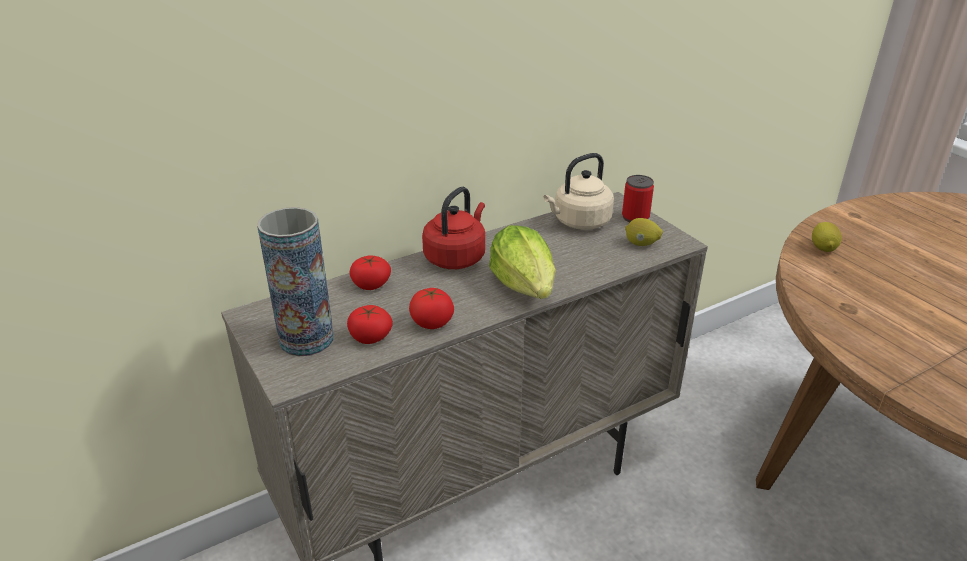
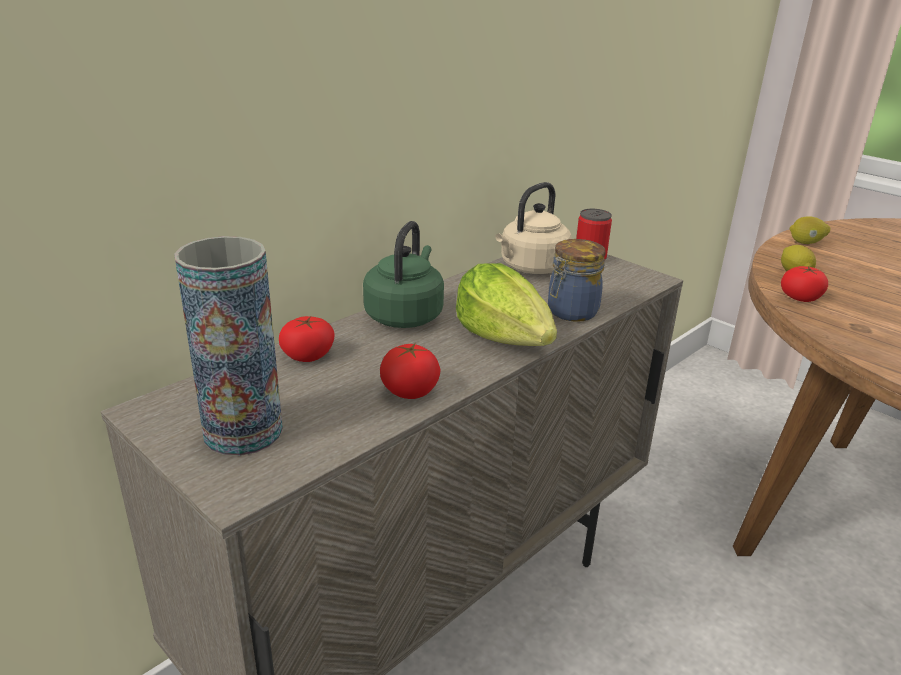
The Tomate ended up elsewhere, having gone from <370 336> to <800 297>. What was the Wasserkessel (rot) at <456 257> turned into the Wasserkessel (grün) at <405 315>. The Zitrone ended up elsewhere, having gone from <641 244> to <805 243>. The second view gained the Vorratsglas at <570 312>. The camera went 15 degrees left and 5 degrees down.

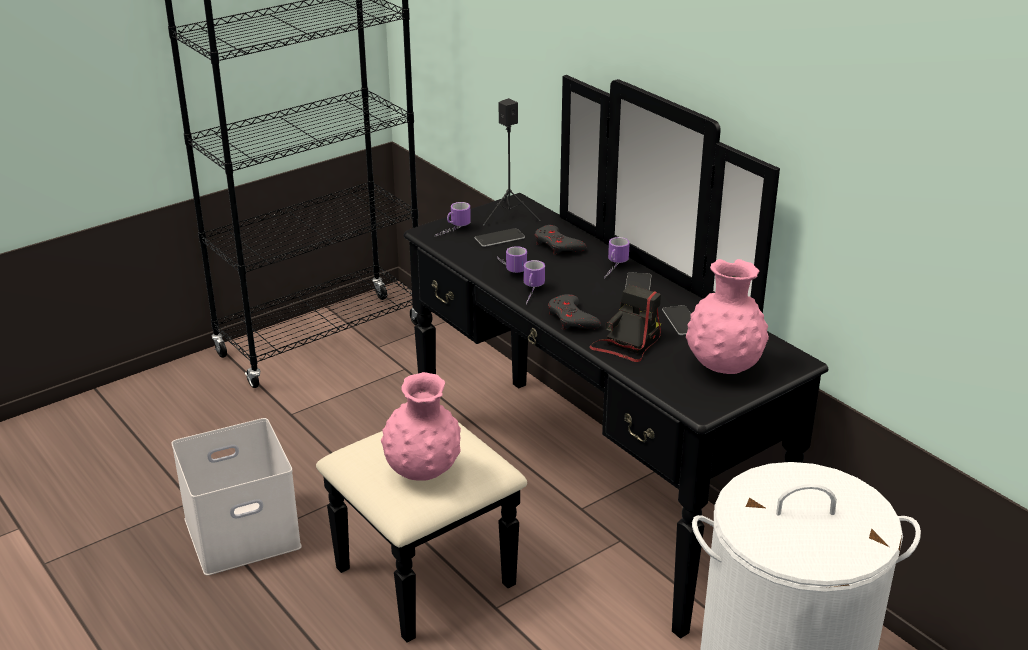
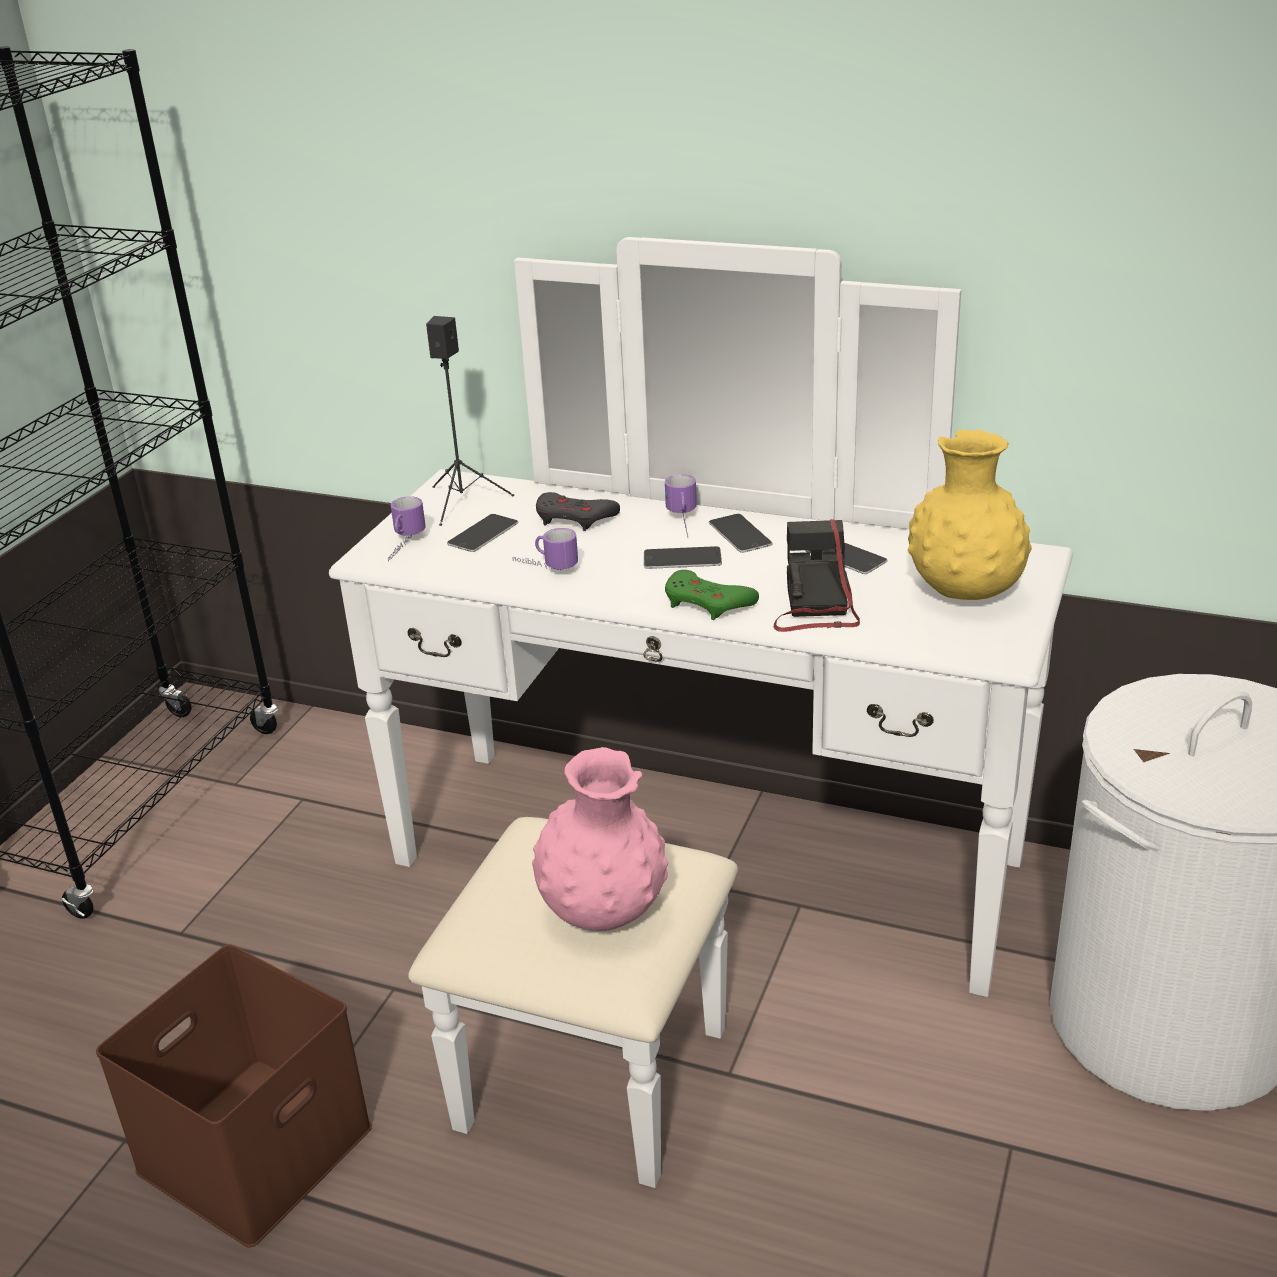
What was the Aufbewahrungsbox (weiß) at <243 530> turned into the Aufbewahrungsbox (braun) at <255 1144>. What was the Kommode (schwarz) at <555 511> turned into the Kommode (weiß) at <684 905>. The second view lost the Henkelbecher at <531 294>. What was the Gamepad (grau) at <572 318> turned into the Gamepad (grün) at <707 602>. What was the Vase (rosa) at <723 367> turned into the Vase (gelb) at <965 593>. The second view gained the Handy at <682 558>. The camera went 30 degrees left and 0 degrees up.

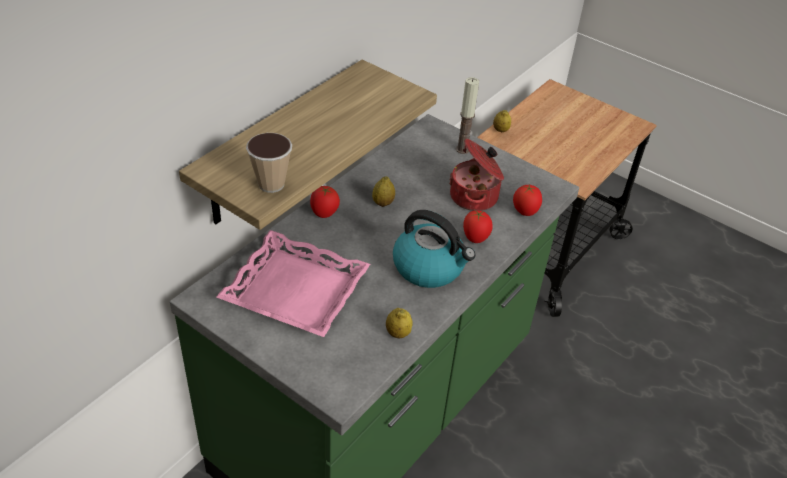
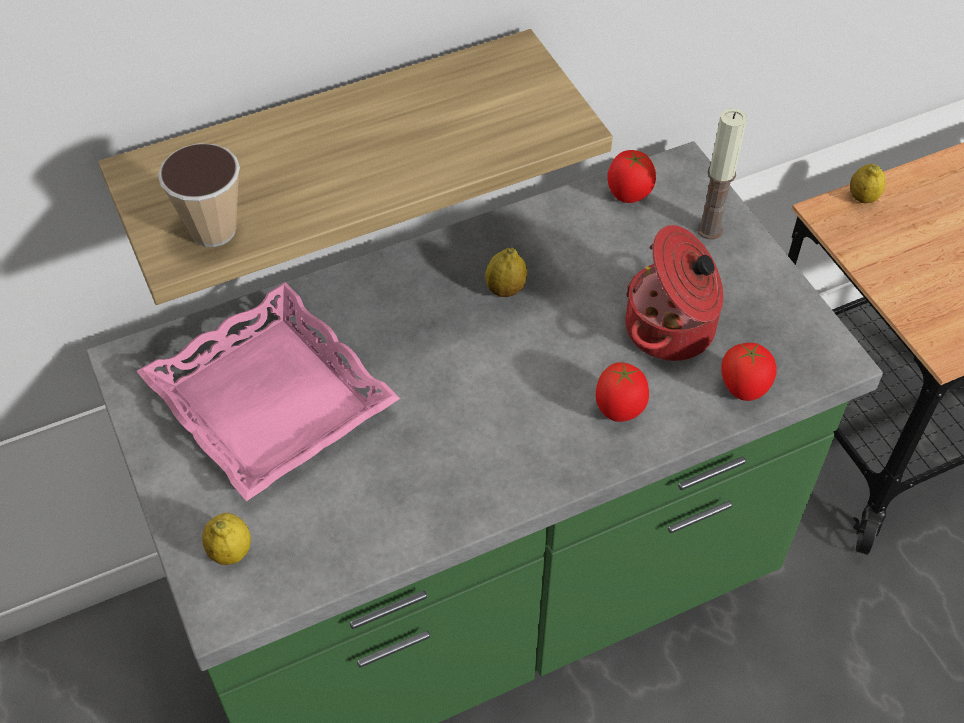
The Tomate ended up elsewhere, having gone from <324 214> to <628 196>. The Zitrone ended up elsewhere, having gone from <398 333> to <231 552>. The second view lost the Wasserkessel at <429 267>. The camera went 30 degrees right and 10 degrees up.

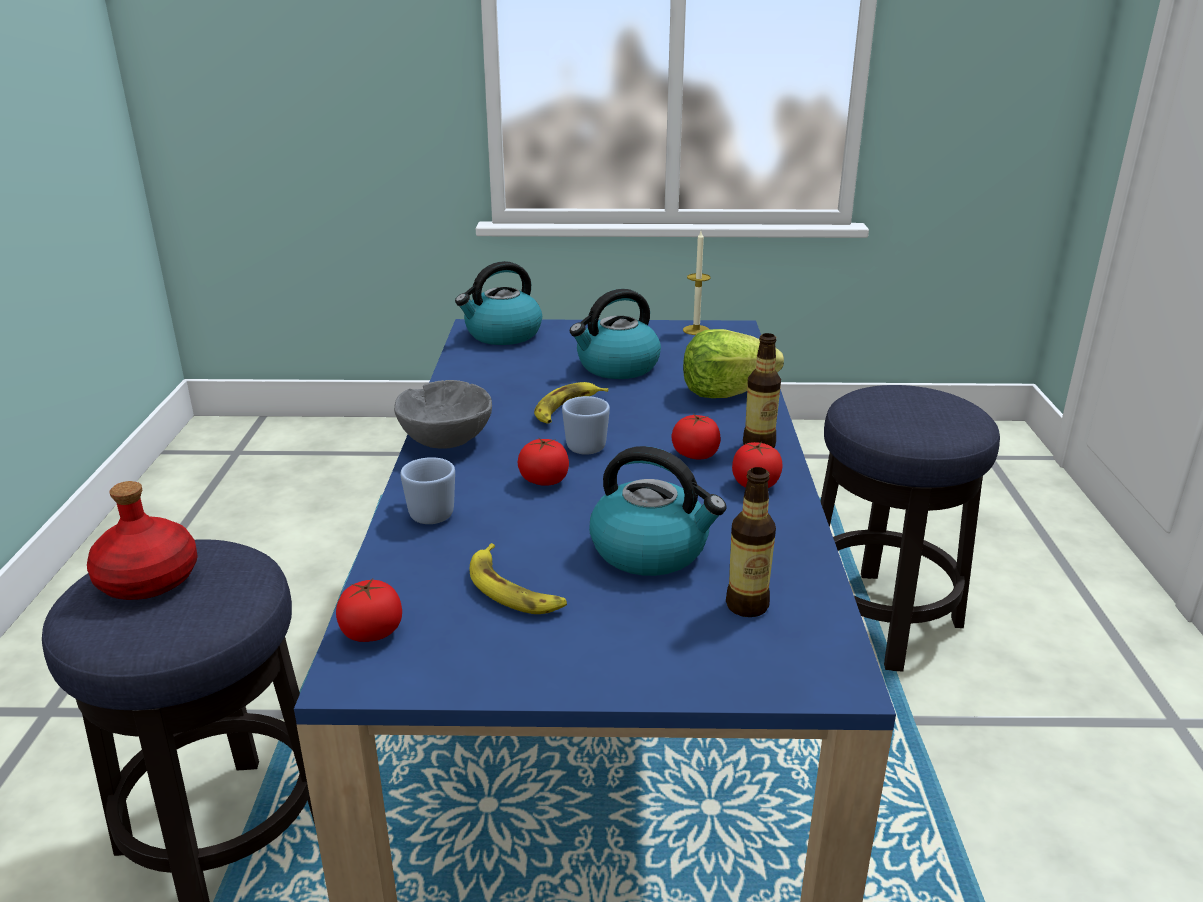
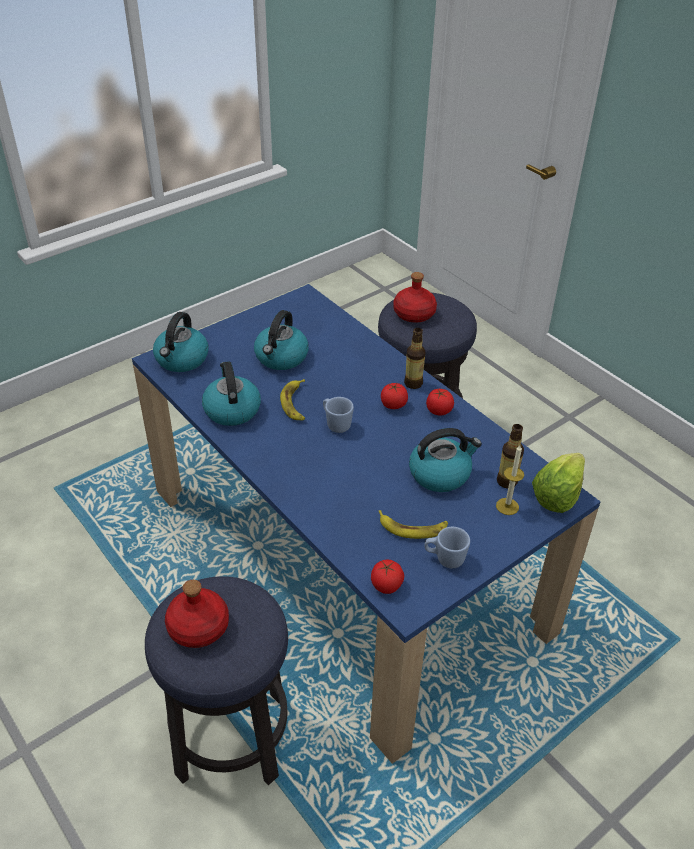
The second view lost the Schüssel (grau) at <445 441>. The Henkelbecher (blau) ended up elsewhere, having gone from <426 512> to <445 559>. The second view lost the Tomate at <544 481>. The Kerze ended up elsewhere, having gone from <696 330> to <507 506>. The Salatkopf ended up elsewhere, having gone from <725 392> to <557 495>. The second view gained the Wasserkessel at <231 409>. The second view gained the Flasche (rot) at <414 314>. The camera went 40 degrees left and 15 degrees up.

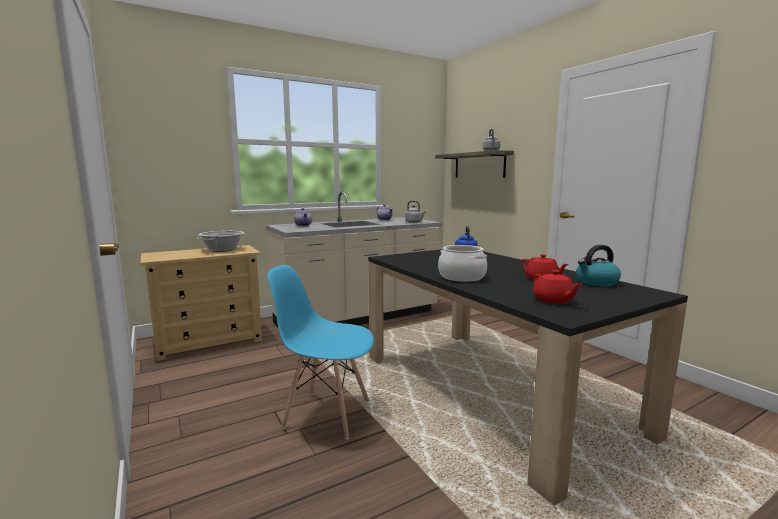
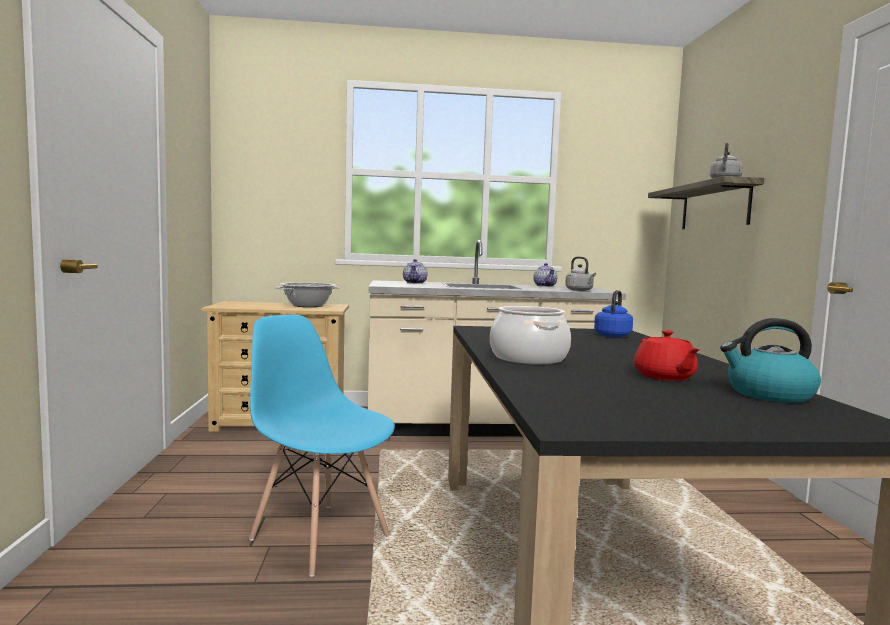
The second view lost the Teekanne (rot) at <553 300>. The camera went 25 degrees right and 5 degrees down.

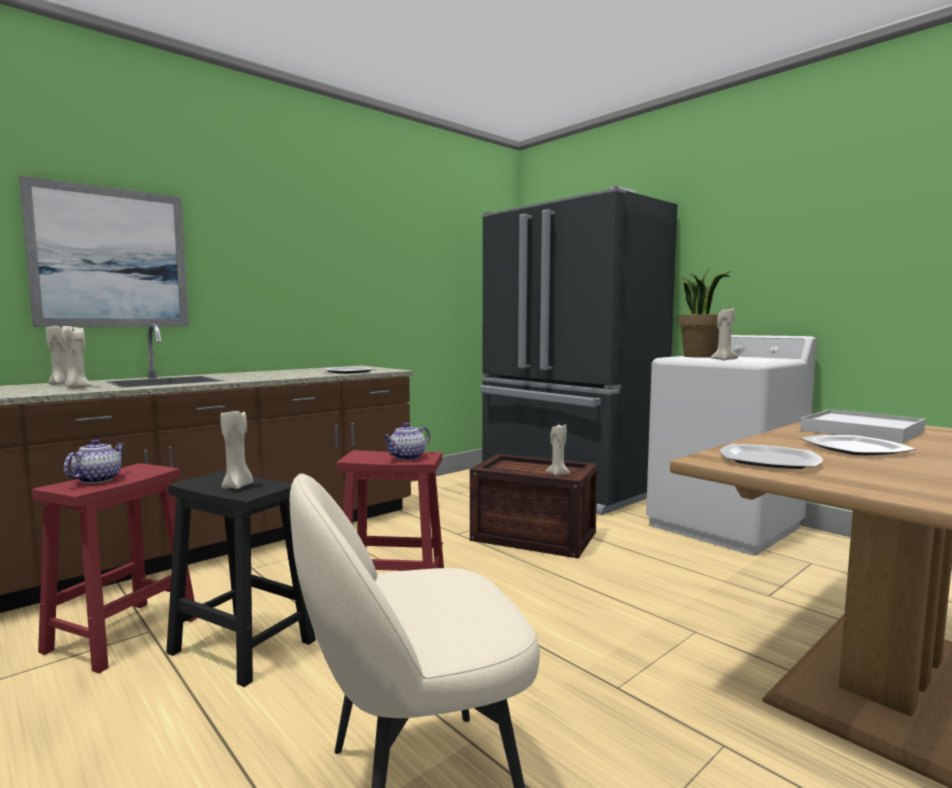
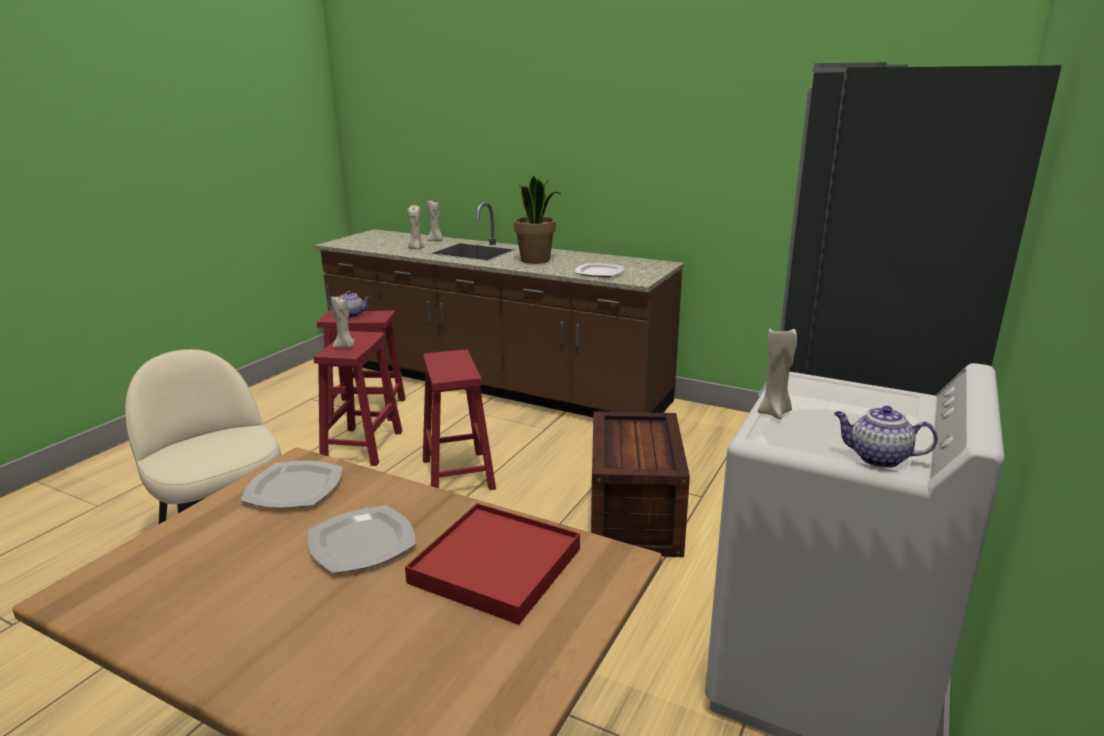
The second view lost the Bild at <111 258>. What was the Hocker (schwarz) at <244 647> turned into the Hocker (rot) at <362 447>. The Teekanne ended up elsewhere, having gone from <407 457> to <877 458>. The second view lost the Kerze (beige) at <558 474>. The Topfpflanze ended up elsewhere, having gone from <700 356> to <536 260>. What was the Tablett (weiß) at <862 431> turned into the Tablett (rot) at <496 566>. The camera went 70 degrees right and 15 degrees up.

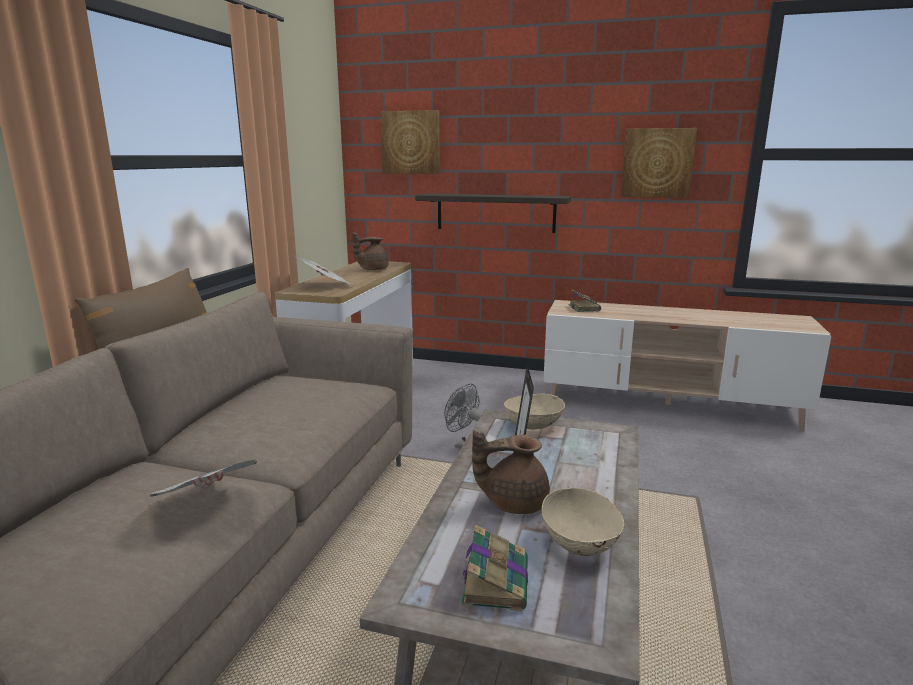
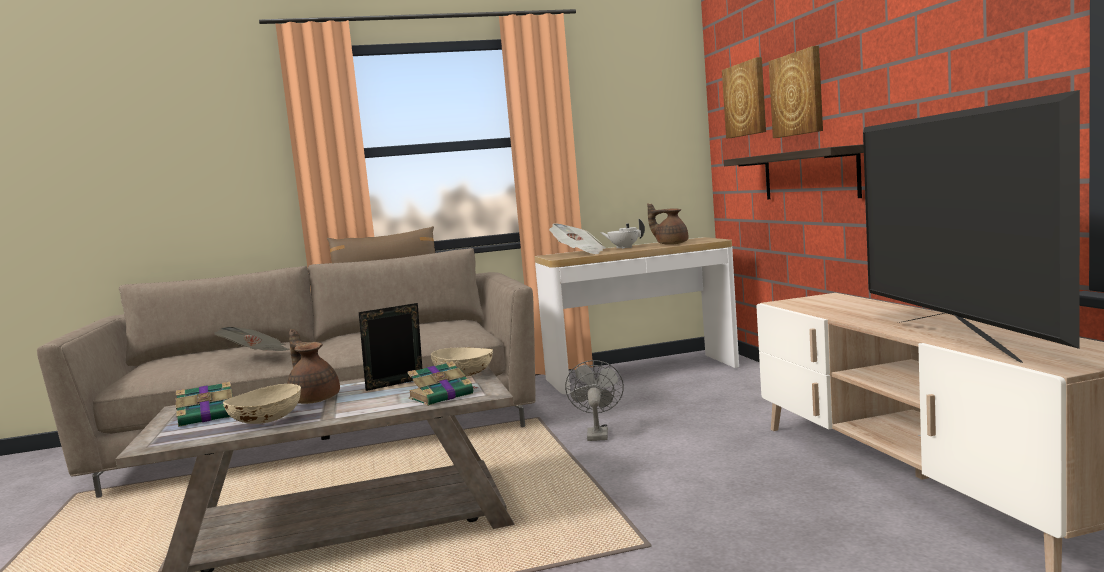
The Buch ended up elsewhere, having gone from <584 307> to <442 396>. The Bild ended up elsewhere, having gone from <657 163> to <797 94>. The second view gained the Teekanne (weiß) at <624 247>. The second view gained the Fernseher at <955 340>. The camera went 60 degrees right and 10 degrees down.

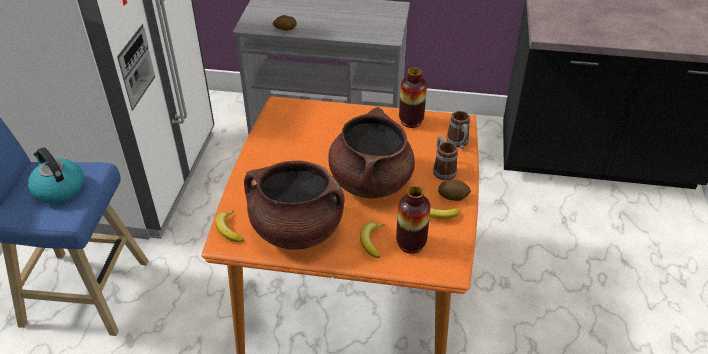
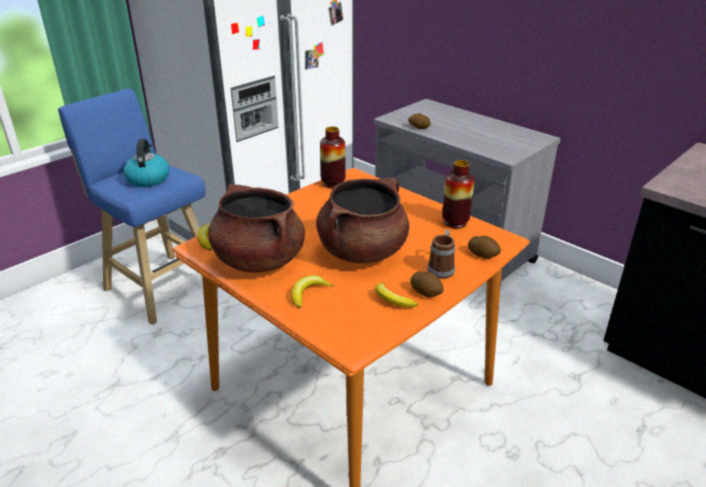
The Vase ended up elsewhere, having gone from <411 244> to <333 183>. Where the Henkelbecher stood at <458 143>, the Kartoffel came to stand at <483 255>. The camera went 35 degrees right and 10 degrees down.

